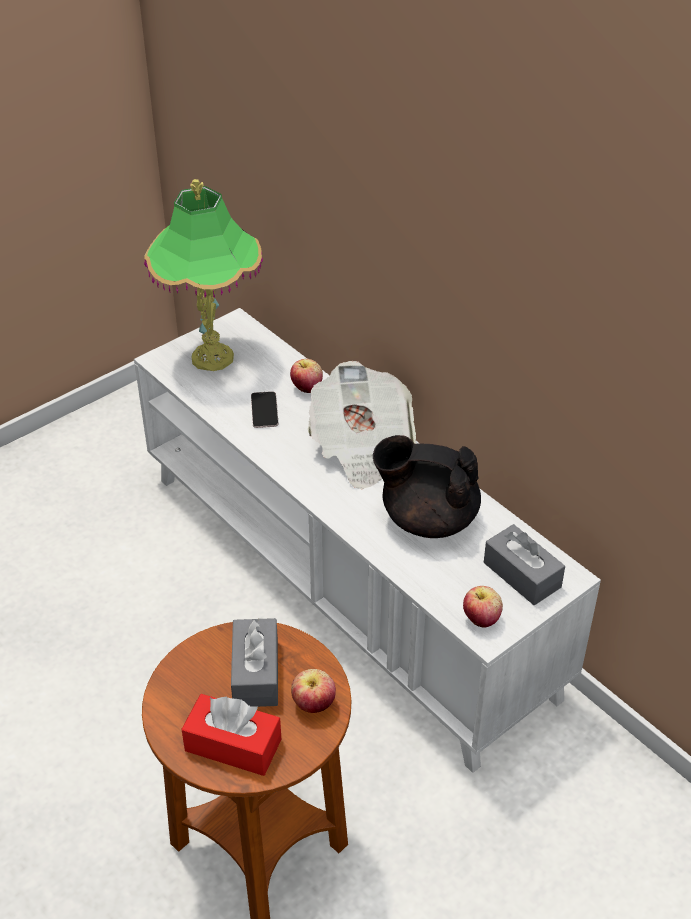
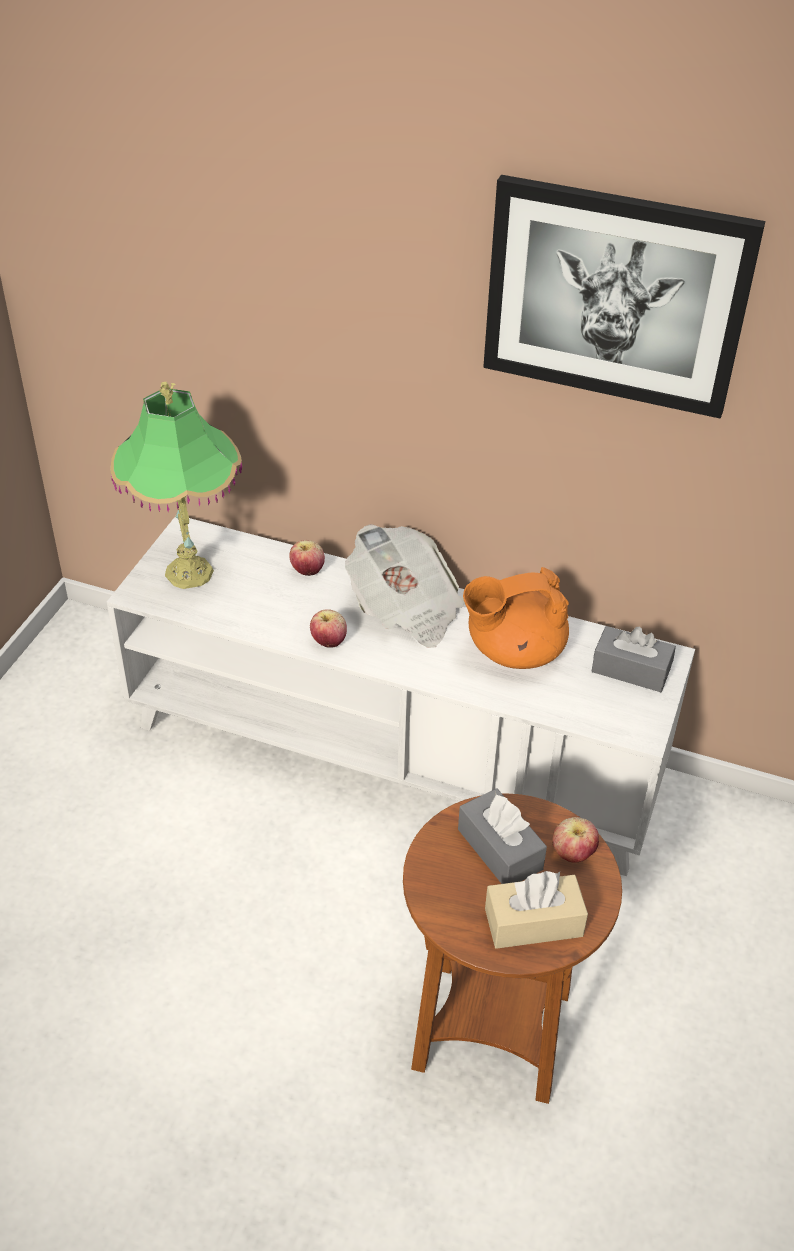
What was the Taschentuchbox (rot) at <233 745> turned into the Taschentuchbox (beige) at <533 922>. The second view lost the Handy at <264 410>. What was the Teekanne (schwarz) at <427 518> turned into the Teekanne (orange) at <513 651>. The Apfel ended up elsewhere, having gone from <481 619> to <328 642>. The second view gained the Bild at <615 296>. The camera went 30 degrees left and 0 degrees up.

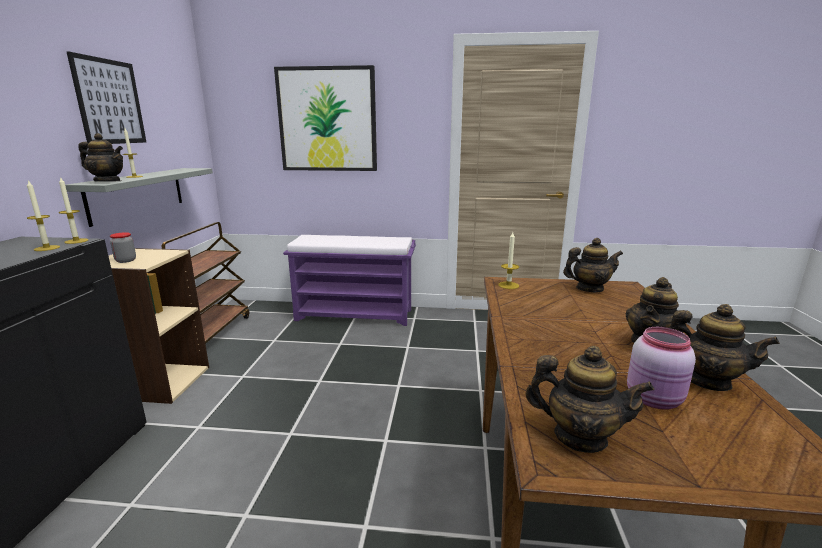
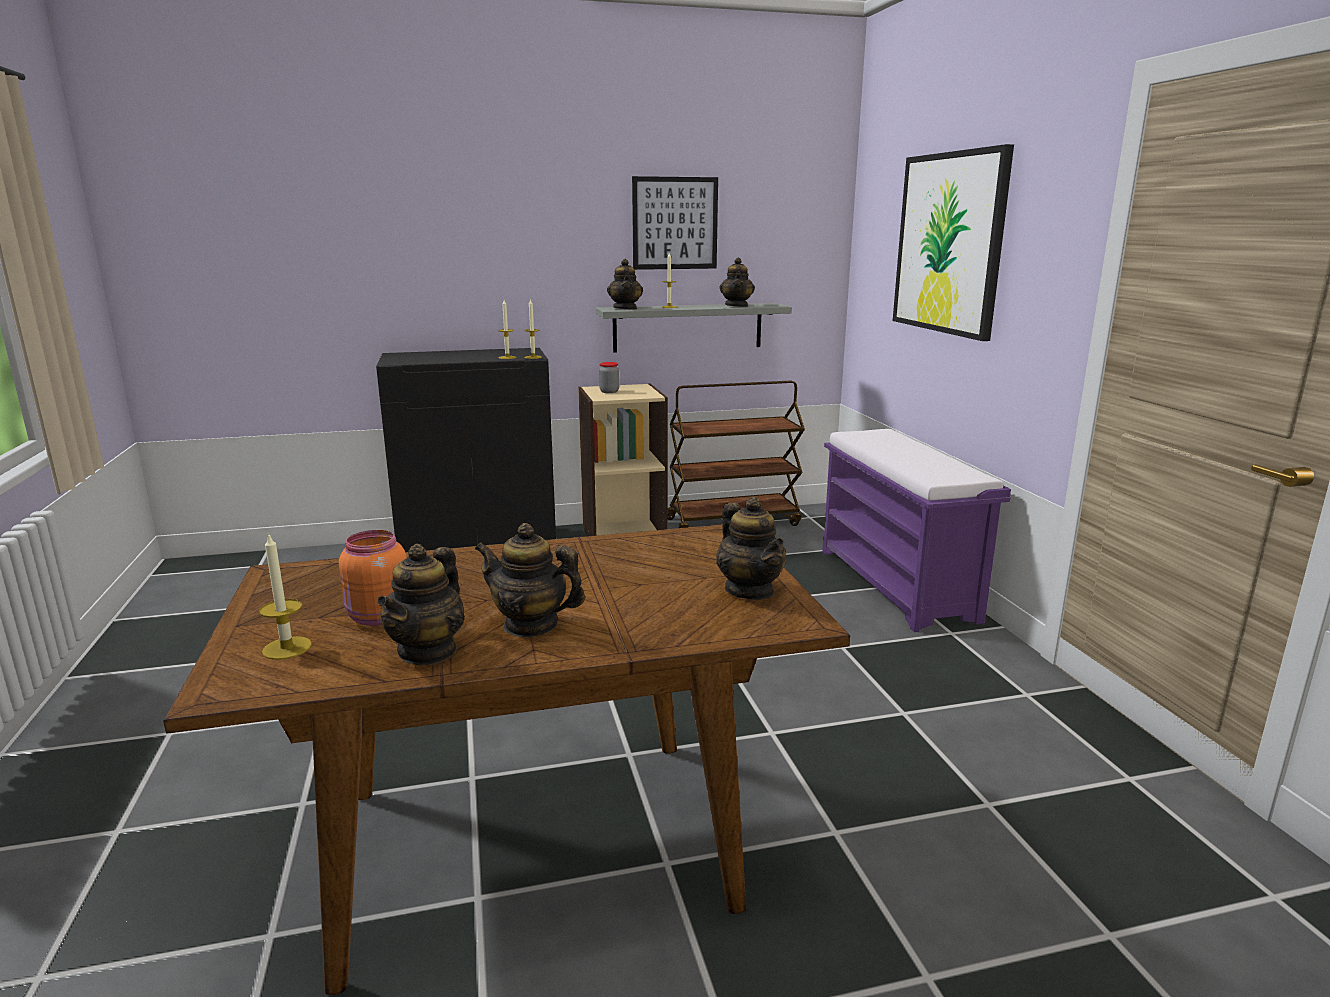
The Kerze ended up elsewhere, having gone from <508 285> to <287 648>. The Teekanne ended up elsewhere, having gone from <579 437> to <737 306>. What was the Vorratsglas (rosa) at <655 400> turned into the Vorratsglas (orange) at <378 617>. The camera went 70 degrees right and 0 degrees up.

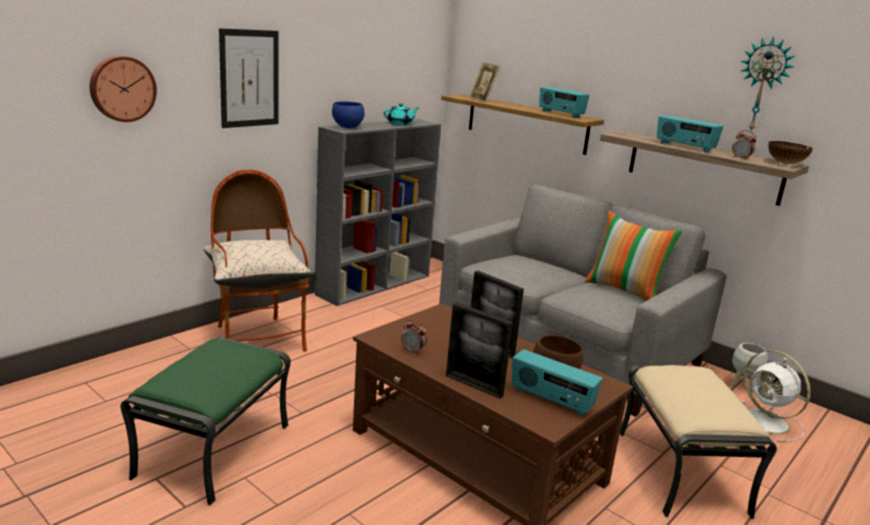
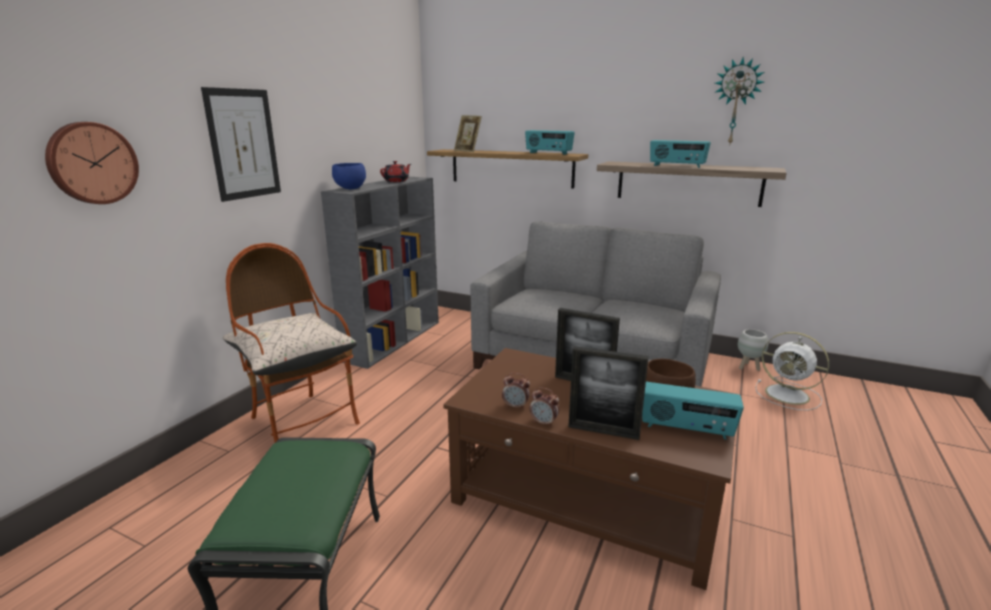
What was the Teekanne (türkis) at <400 124> turned into the Teekanne (rot) at <396 181>. The second view lost the Kissen at <625 291>. The second view lost the Polsterhocker (beige) at <682 472>. The Wecker ended up elsewhere, having gone from <741 158> to <544 423>. The second view lost the Schüssel at <785 163>. The camera went 15 degrees left and 0 degrees up.

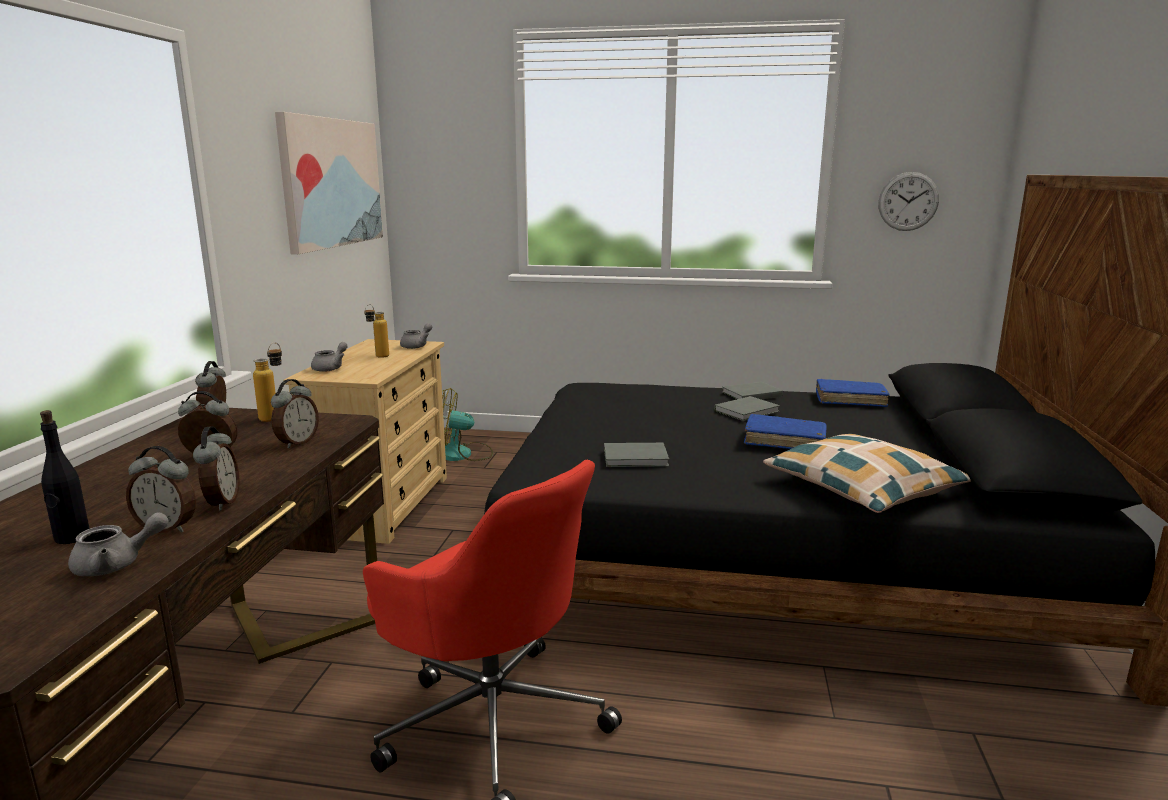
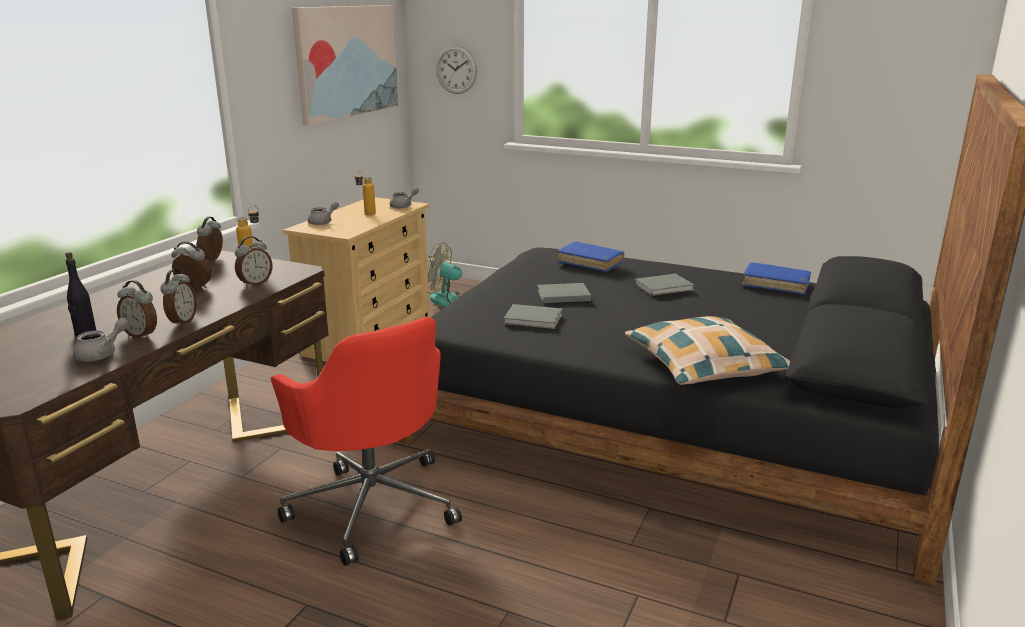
The Teekanne (grau) at <117 564> ended up facing another way, 45 degrees counterclockwise from before. The Buch (grau) ended up elsewhere, having gone from <750 394> to <562 295>. The Buch (blau) ended up elsewhere, having gone from <784 441> to <590 263>. The Wanduhr ended up elsewhere, having gone from <908 201> to <456 69>. The camera went 15 degrees right and 5 degrees up.

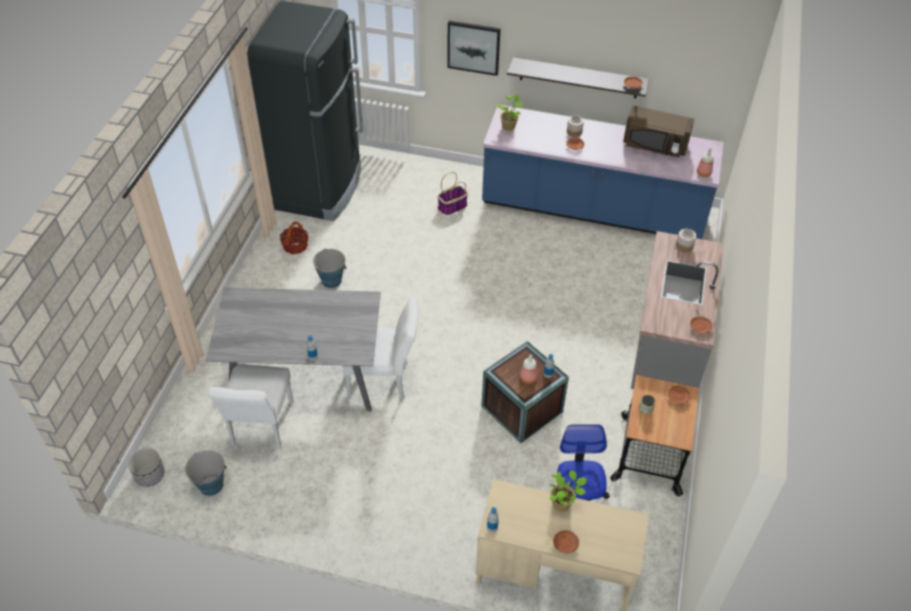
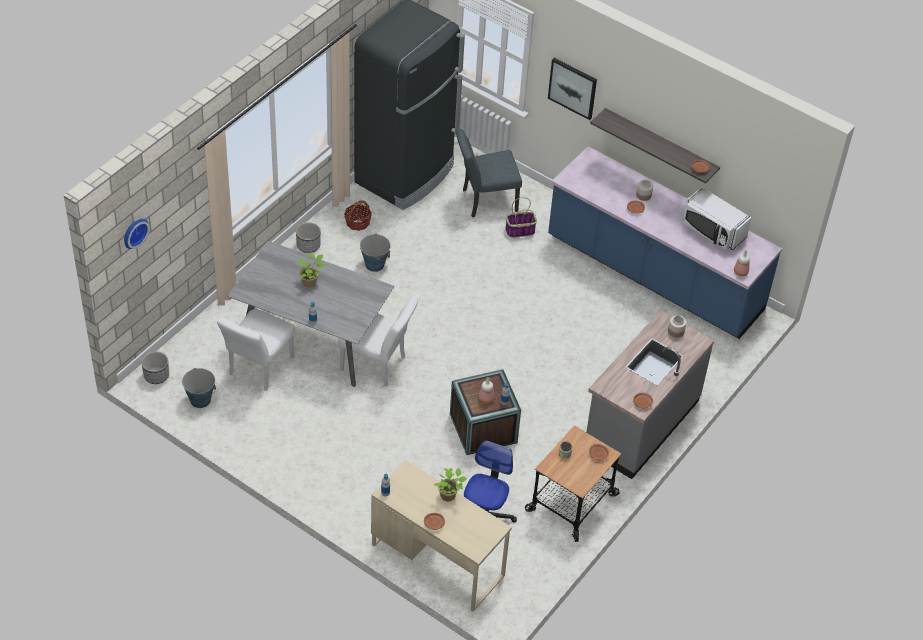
The Topfpflanze ended up elsewhere, having gone from <509 126> to <310 282>. What was the Mikrowelle (braun) at <655 145> turned into the Mikrowelle (weiß) at <712 231>. The second view gained the Wanduhr at <134 232>. The second view gained the Pflanzkübel at <308 245>. The second view gained the Stuhl (grau) at <485 201>. The camera went 20 degrees right and 0 degrees up.

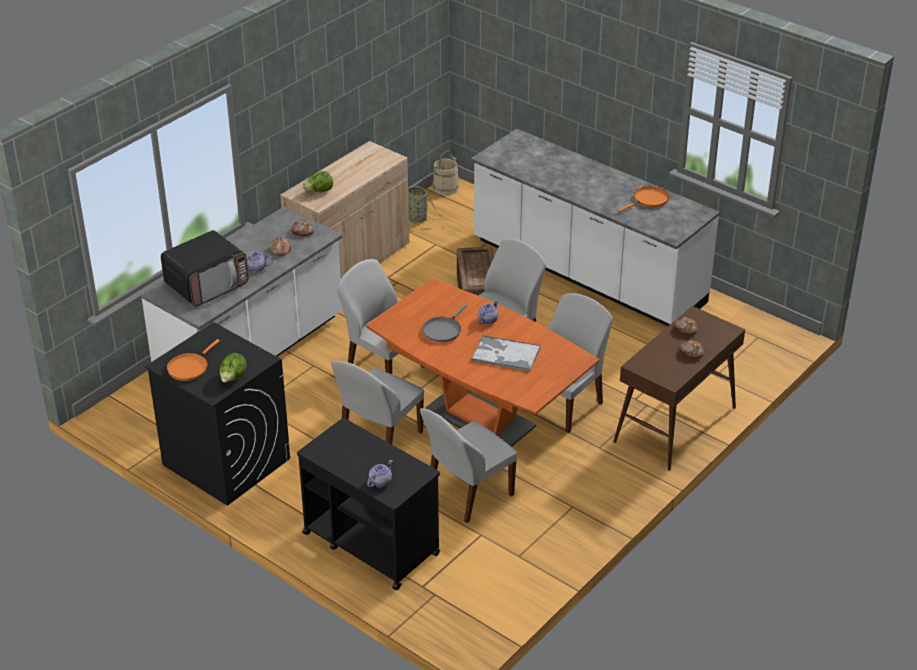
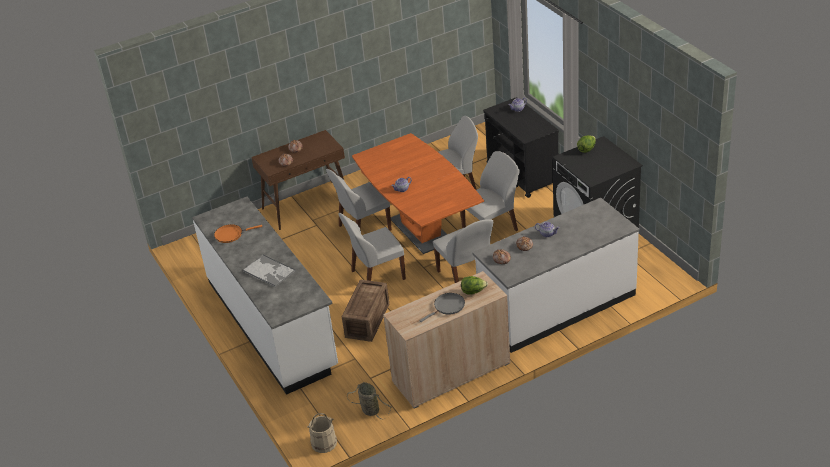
The second view lost the Mikrowelle at <207 284>. The second view lost the Pfanne (orange) at <189 367>. The Pfanne (grau) ended up elsewhere, having gone from <443 330> to <447 307>. The Tablett ended up elsewhere, having gone from <505 354> to <269 271>. The camera went 155 degrees left and 0 degrees up.

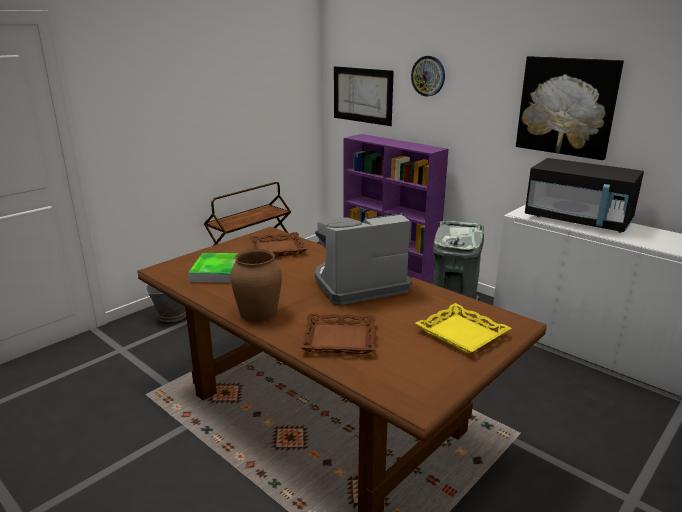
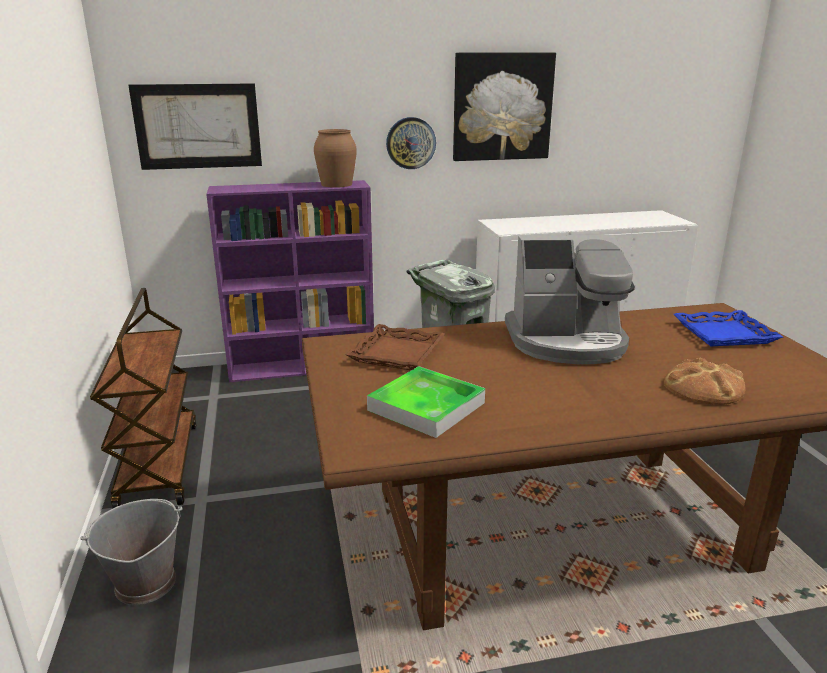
The Vase (braun) ended up elsewhere, having gone from <259 312> to <336 184>. Where the Tablett (braun) stood at <339 339>, the Brot came to stand at <703 388>. The Kaffeemaschine at <359 284> ended up facing another way, 105 degrees counterclockwise from before. The Wanduhr ended up elsewhere, having gone from <428 76> to <410 143>. What was the Tablett (gelb) at <461 334> turned into the Tablett (blau) at <724 334>. The second view lost the Mikrowelle (schwarz) at <578 221>. The camera went 55 degrees left and 0 degrees up.

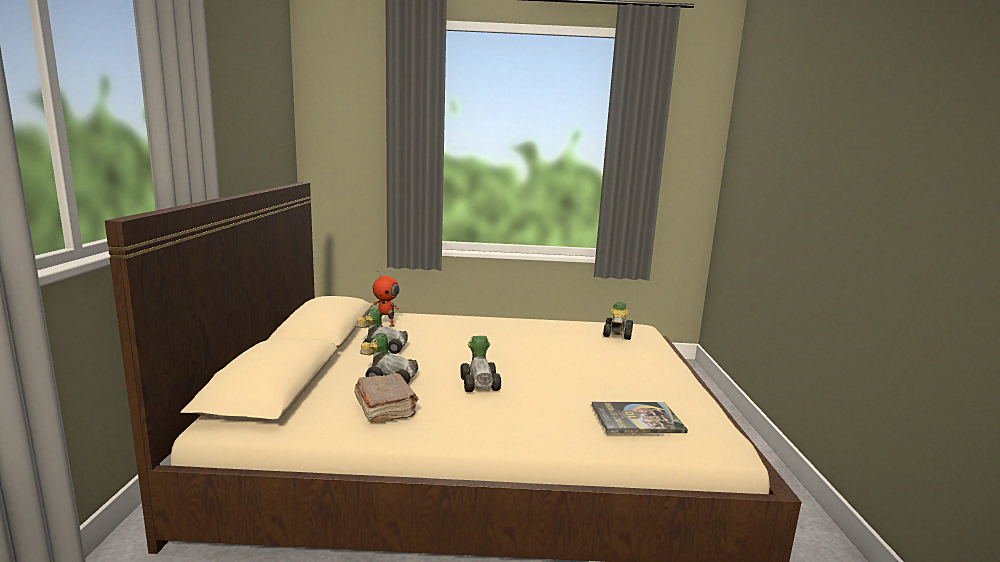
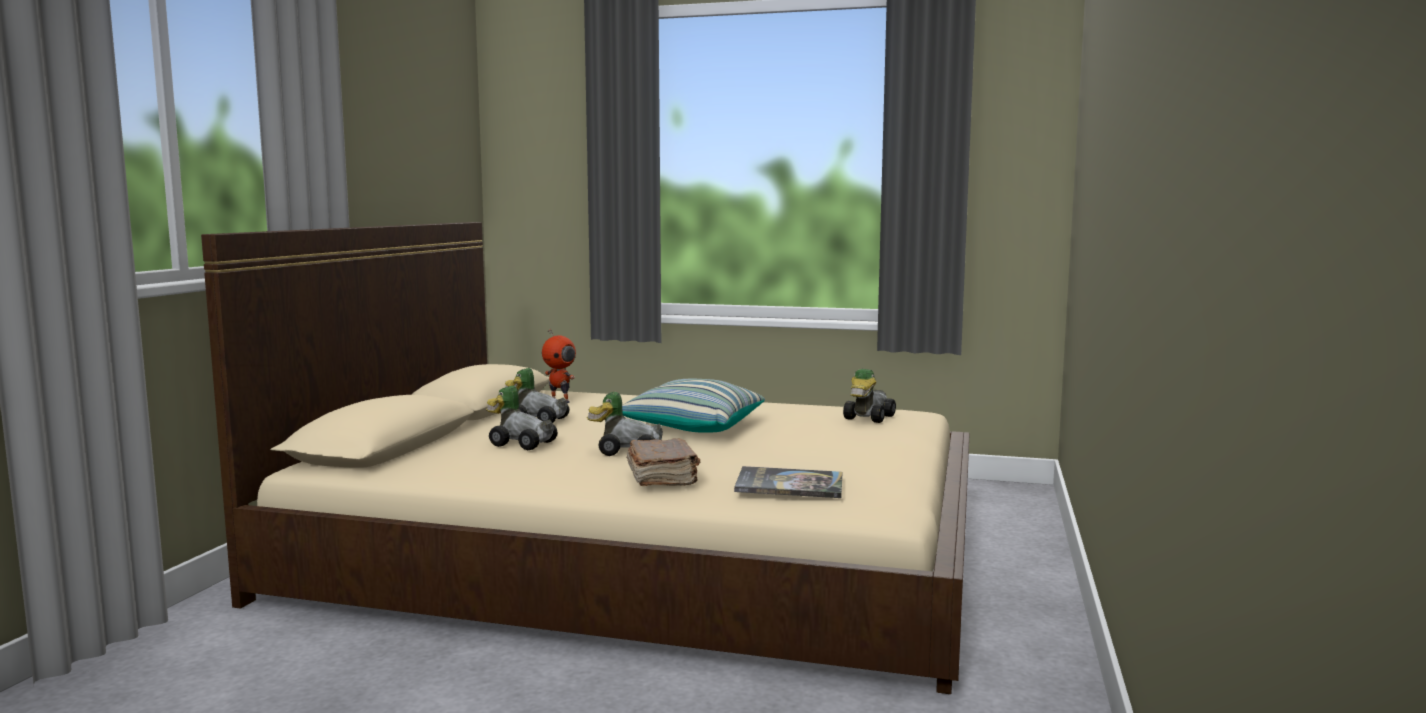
The Buch (braun) ended up elsewhere, having gone from <385 408> to <663 478>. The Spielzeugauto at <480 383> ended up facing another way, 90 degrees counterclockwise from before. The second view gained the Kissen at <691 428>. The camera went 15 degrees right and 5 degrees down.

